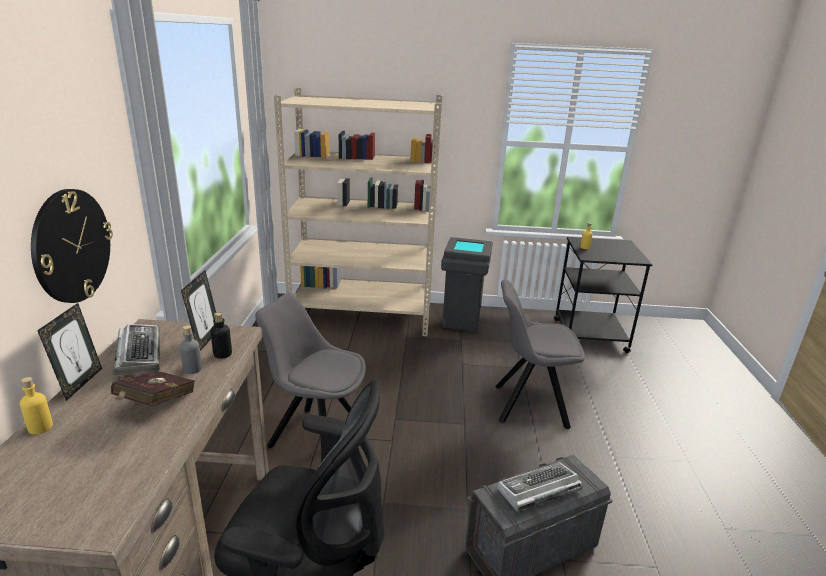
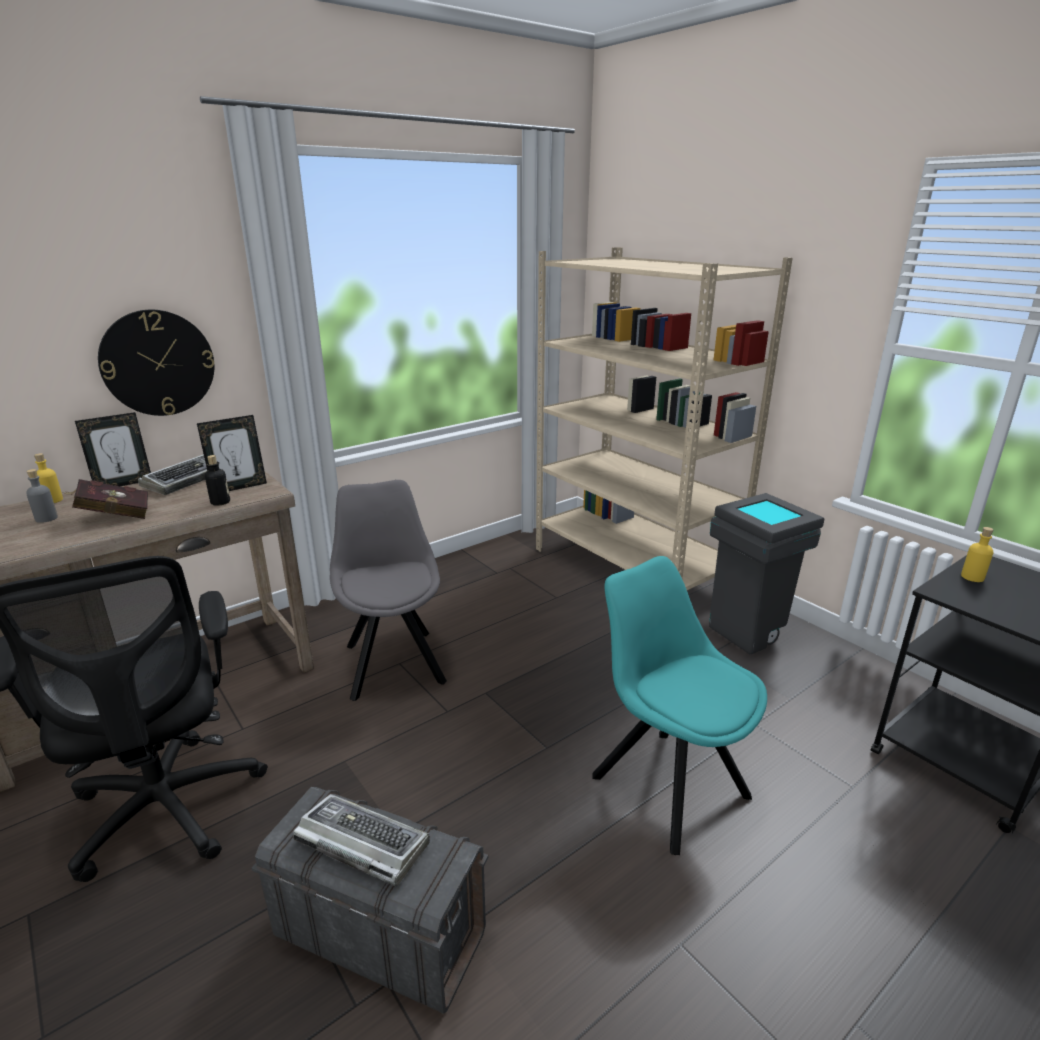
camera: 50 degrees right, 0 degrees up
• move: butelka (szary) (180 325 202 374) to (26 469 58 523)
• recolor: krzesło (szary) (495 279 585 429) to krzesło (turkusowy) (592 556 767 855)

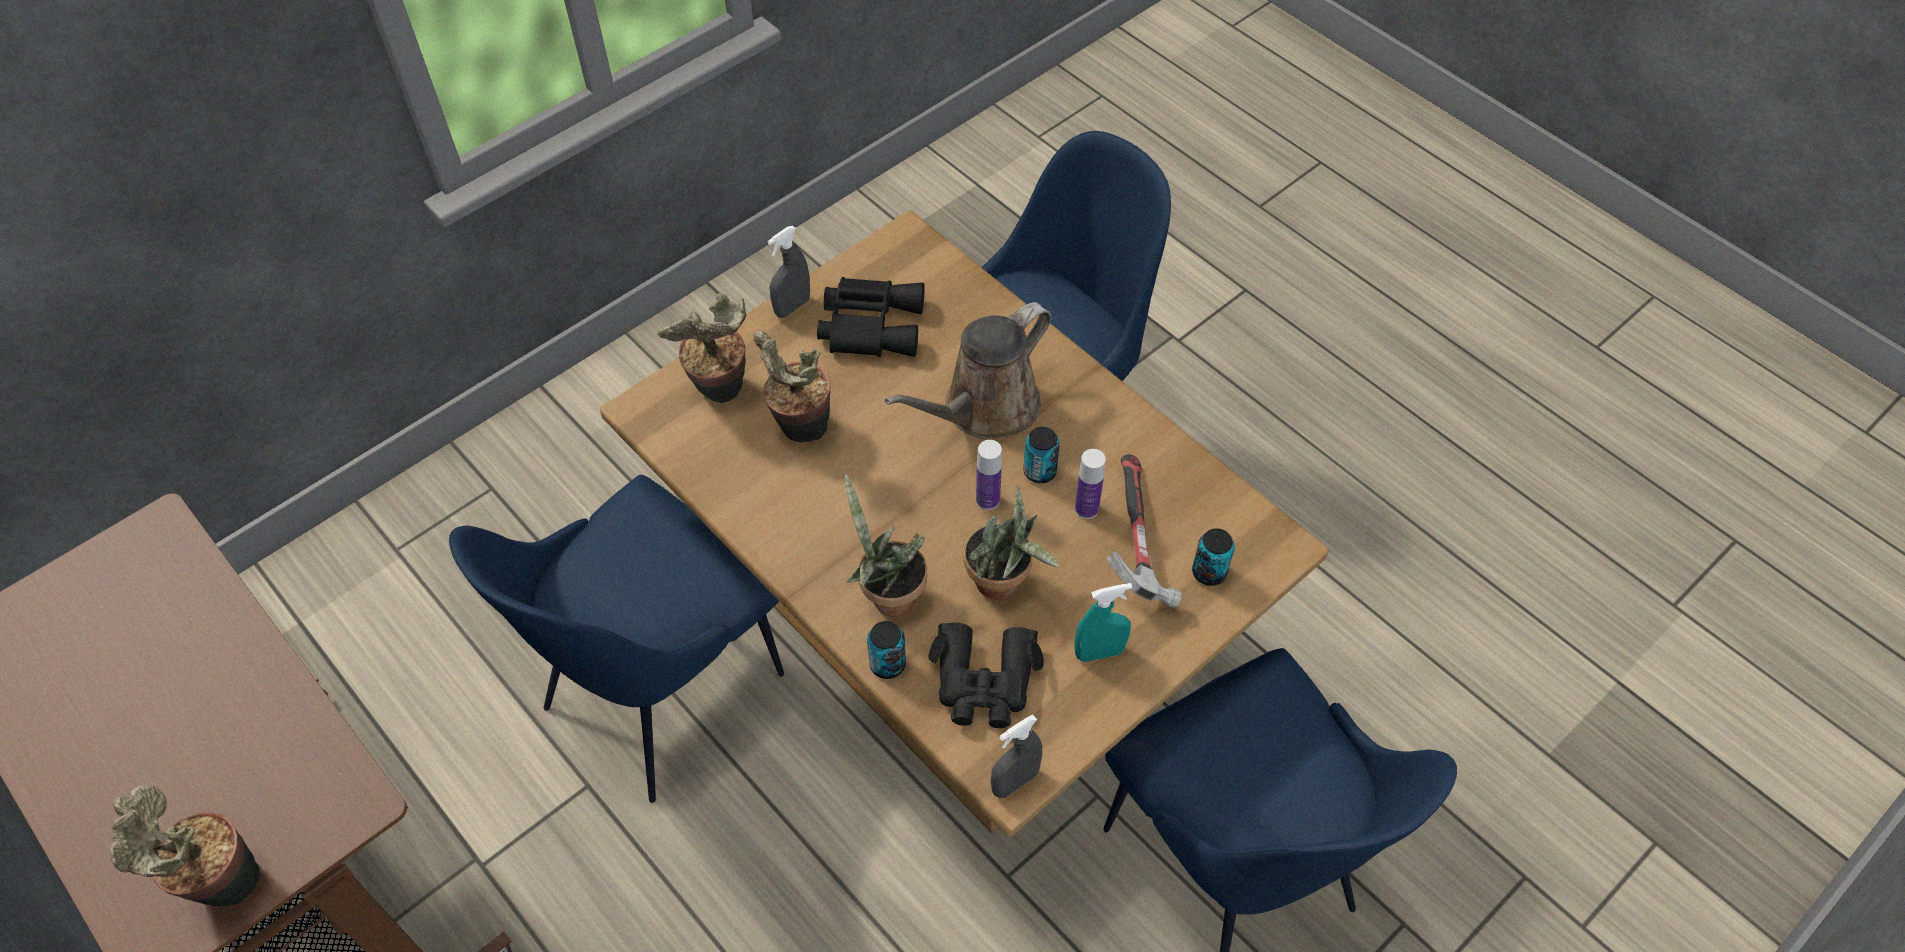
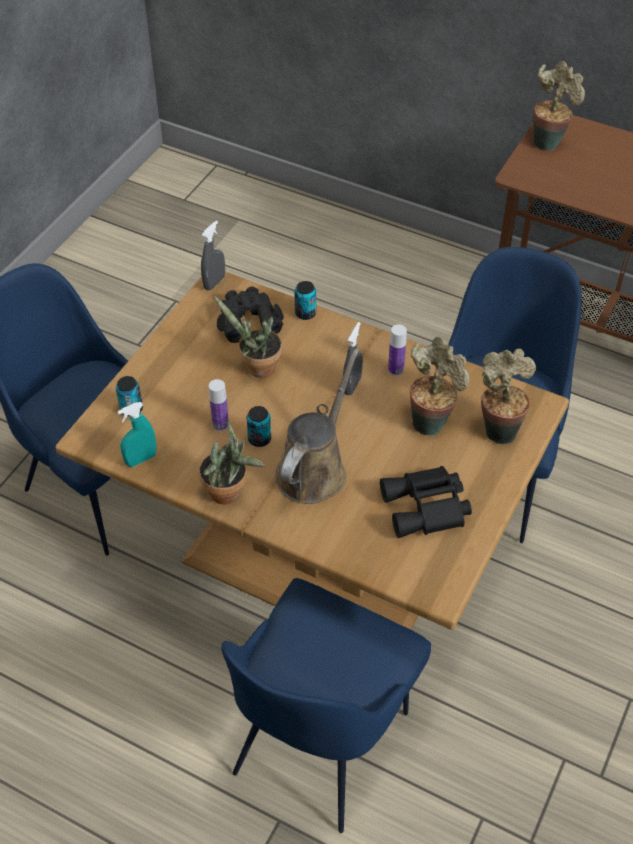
camera: 160 degrees right, 5 degrees down
• move: spryskiwacz (turkusowy) (1074 583 1132 662) to (117 402 156 467)
• move: roślina doniczkowa (845 474 927 617) to (199 422 265 505)
• move: spryskiwacz (szary) (767 226 810 318) to (343 322 363 395)
• move: butelka (976 440 1002 510) to (388 324 407 376)
• delete: młotek (1106 454 1182 608)

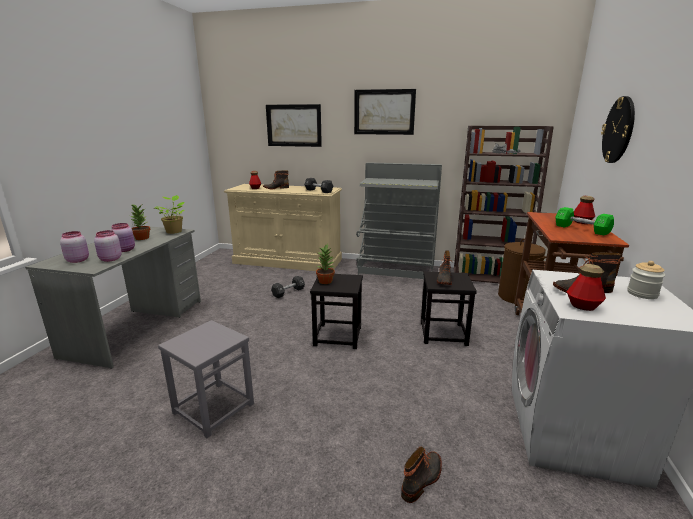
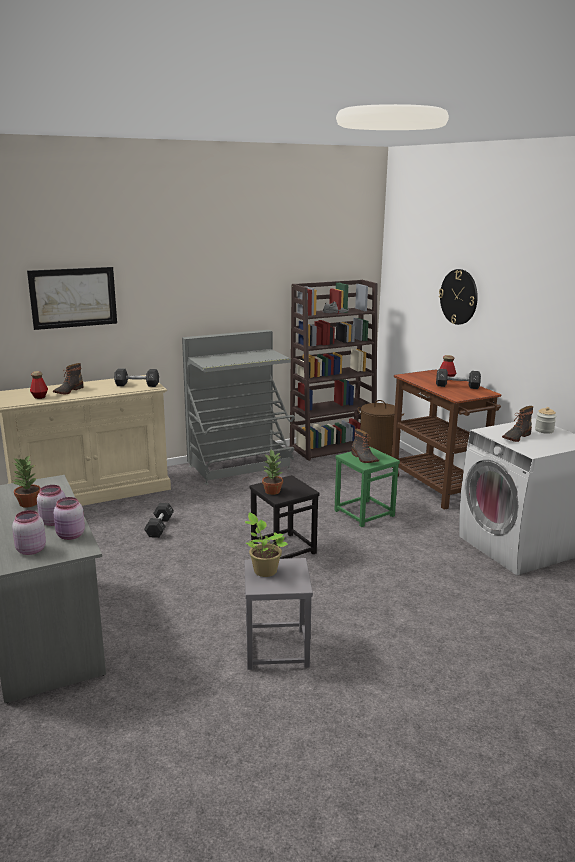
camera: 40 degrees left, 0 degrees up
• move: roślina doniczkowa (154 195 184 234) to (245 512 288 577)
• recolor: stołek (czarny) (421 272 477 346) to stołek (zielony) (334 447 400 527)
• recolor: hantel (zielony) (555 207 614 235) to hantel (czarny) (436 369 481 389)
• delete: obraz (354 89 416 135)
• delete: but z cholewką (401 447 442 503)
• delete: butelka (567 264 606 311)

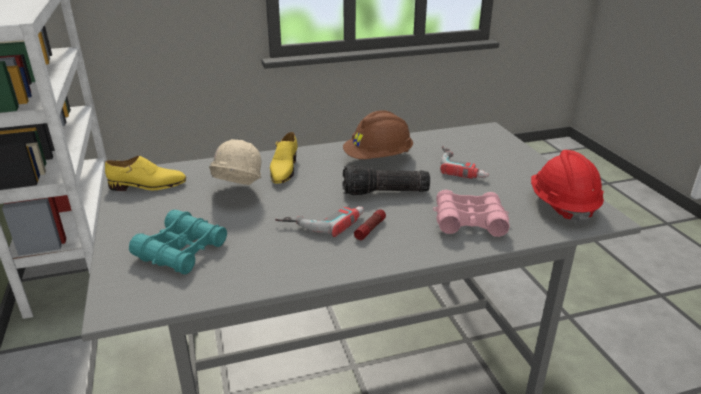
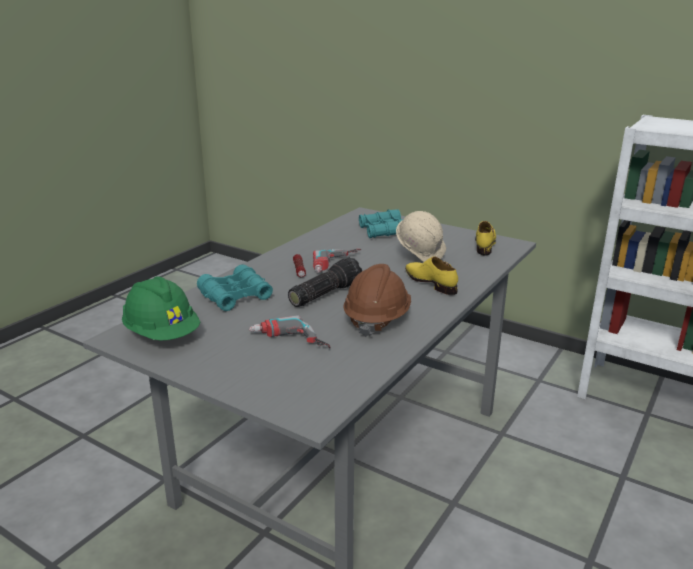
camera: 140 degrees right, 5 degrees down
• recolor: kask (czerwony) (531 150 604 226) to kask (zielony) (122 276 200 340)
• recolor: lornetka (różowy) (433 190 510 237) to lornetka (turkusowy) (197 264 273 311)
• rotate: but (żółty) (105 156 186 191) = (475 221 496 256) 150 degrees clockwise

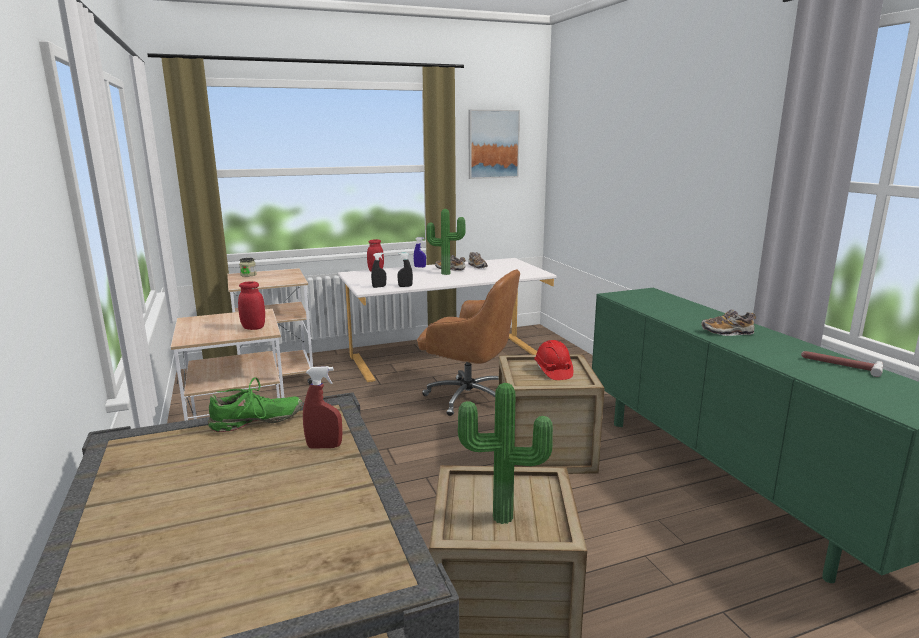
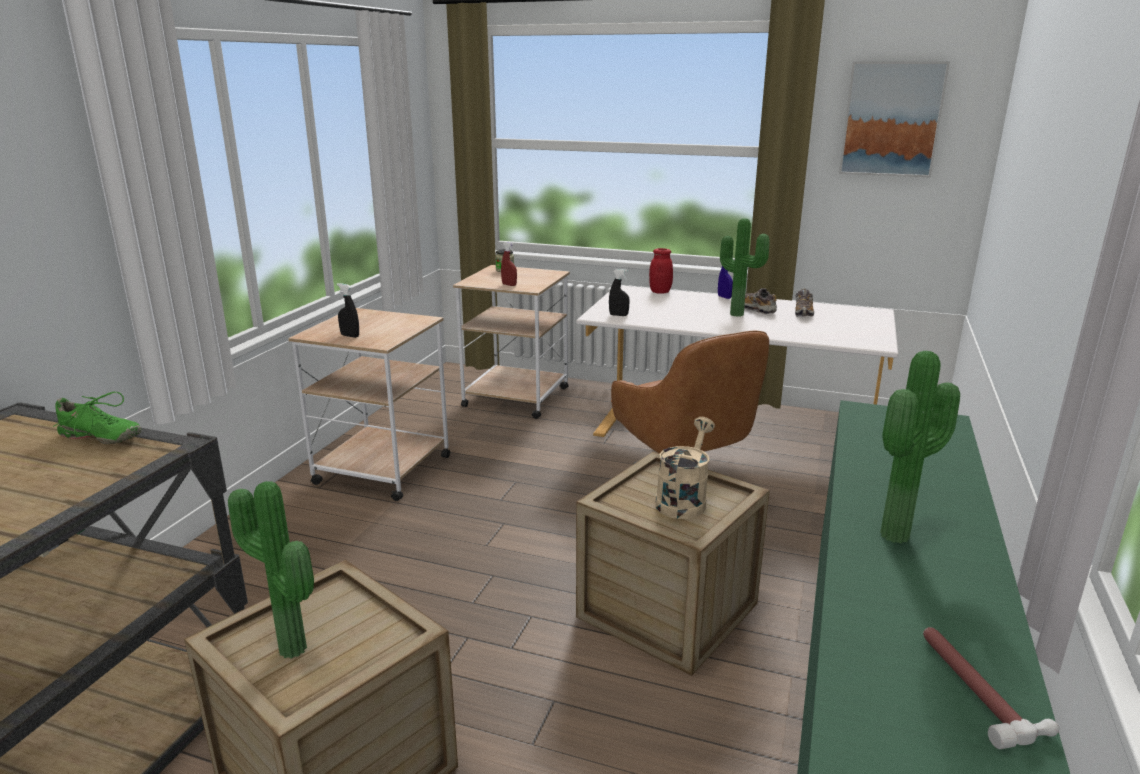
camera: 40 degrees right, 5 degrees up
• move: spryskiwacz (czarny) (397 253 413 287) to (337 283 359 338)
• move: spryskiwacz (czerwony) (303 366 342 449) to (501 242 517 286)
• replace: kask (czerwony) (534 340 573 380) to konewka (beżowy) (656 417 715 519)
• replace: but (701 309 756 336) to roślina doniczkowa (880 351 960 543)
• delete: słoik (czerwony) (238 282 265 330)

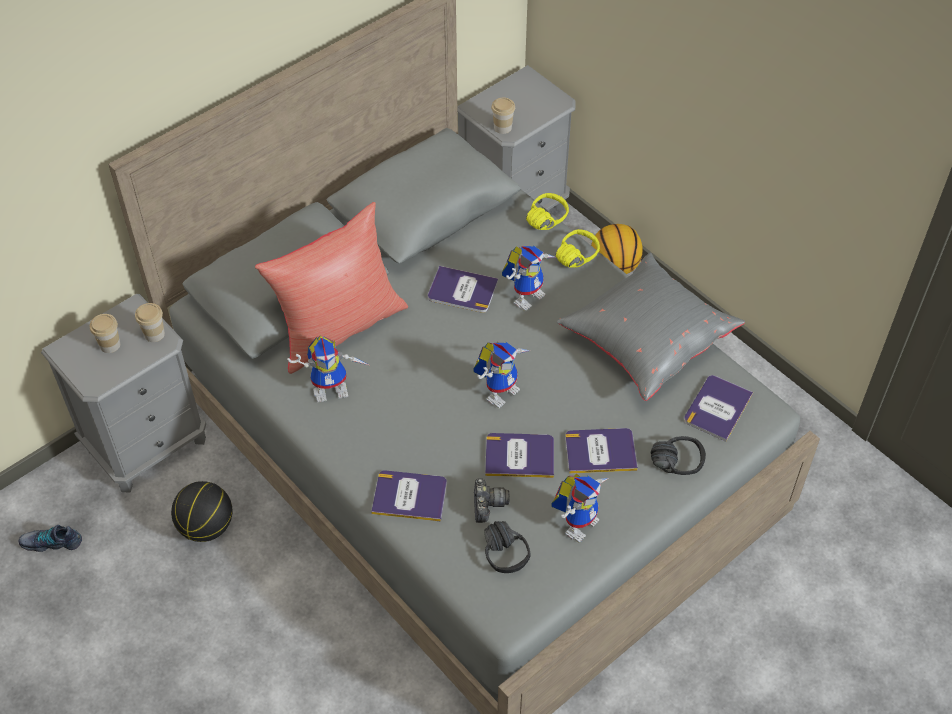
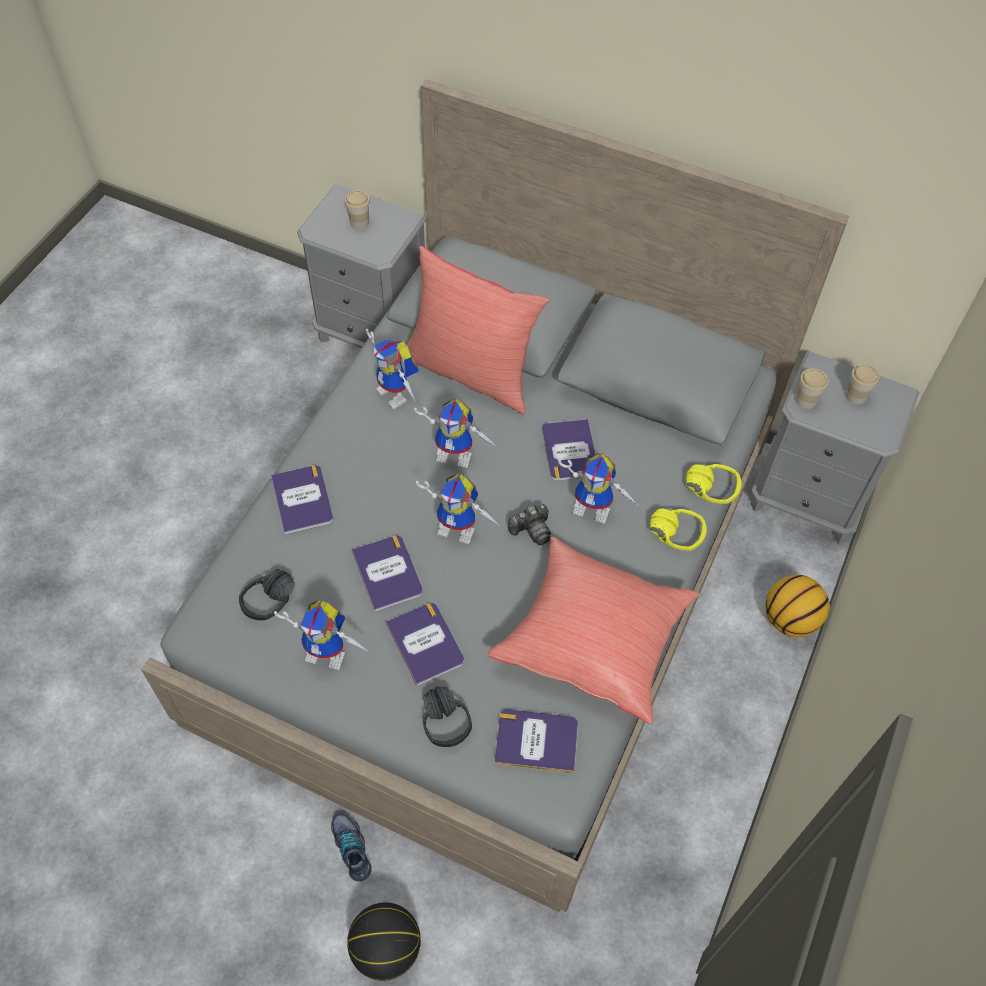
camera: 65 degrees right, 5 degrees up
• move: but (19 525 82 552) to (331 814 372 882)
• move: piłka do koszykówki (171 481 232 542) to (347 902 421 981)
• insert: robot zabawkowy (414 398 497 468)
• recolor: poduszka (szary) (557 253 745 401) to poduszka (czerwony) (488 537 700 724)
• move: aparat fotograficzny (474 478 510 523) to (508 504 551 545)
• move: filiżanka (135 303 165 342) to (846 364 880 404)

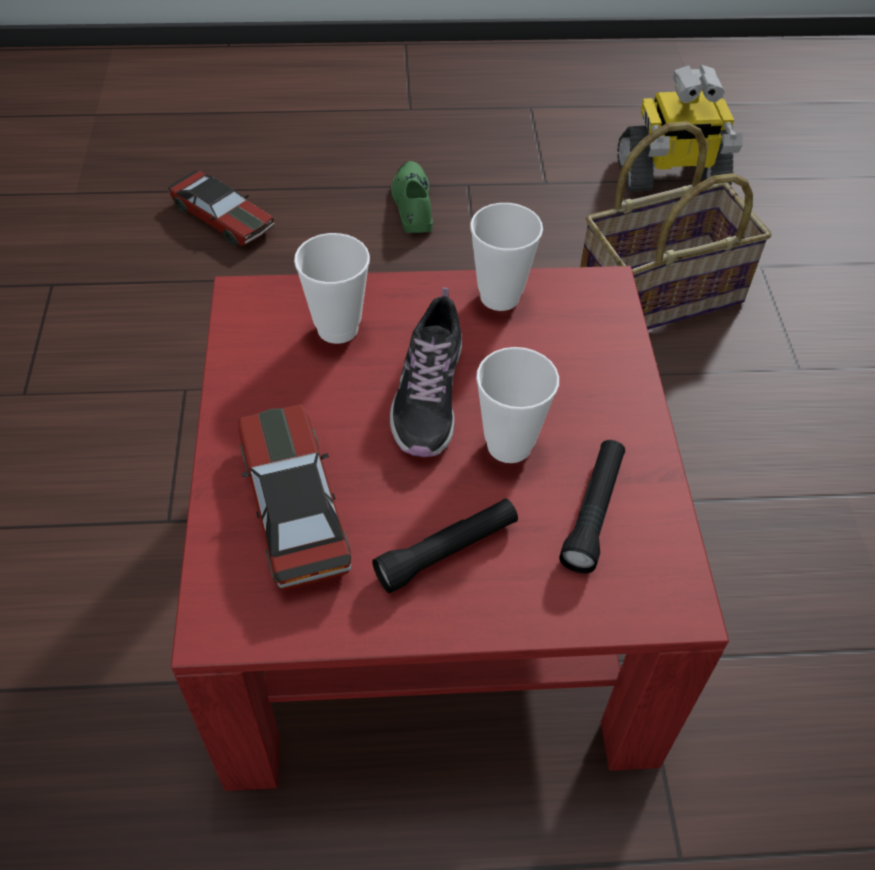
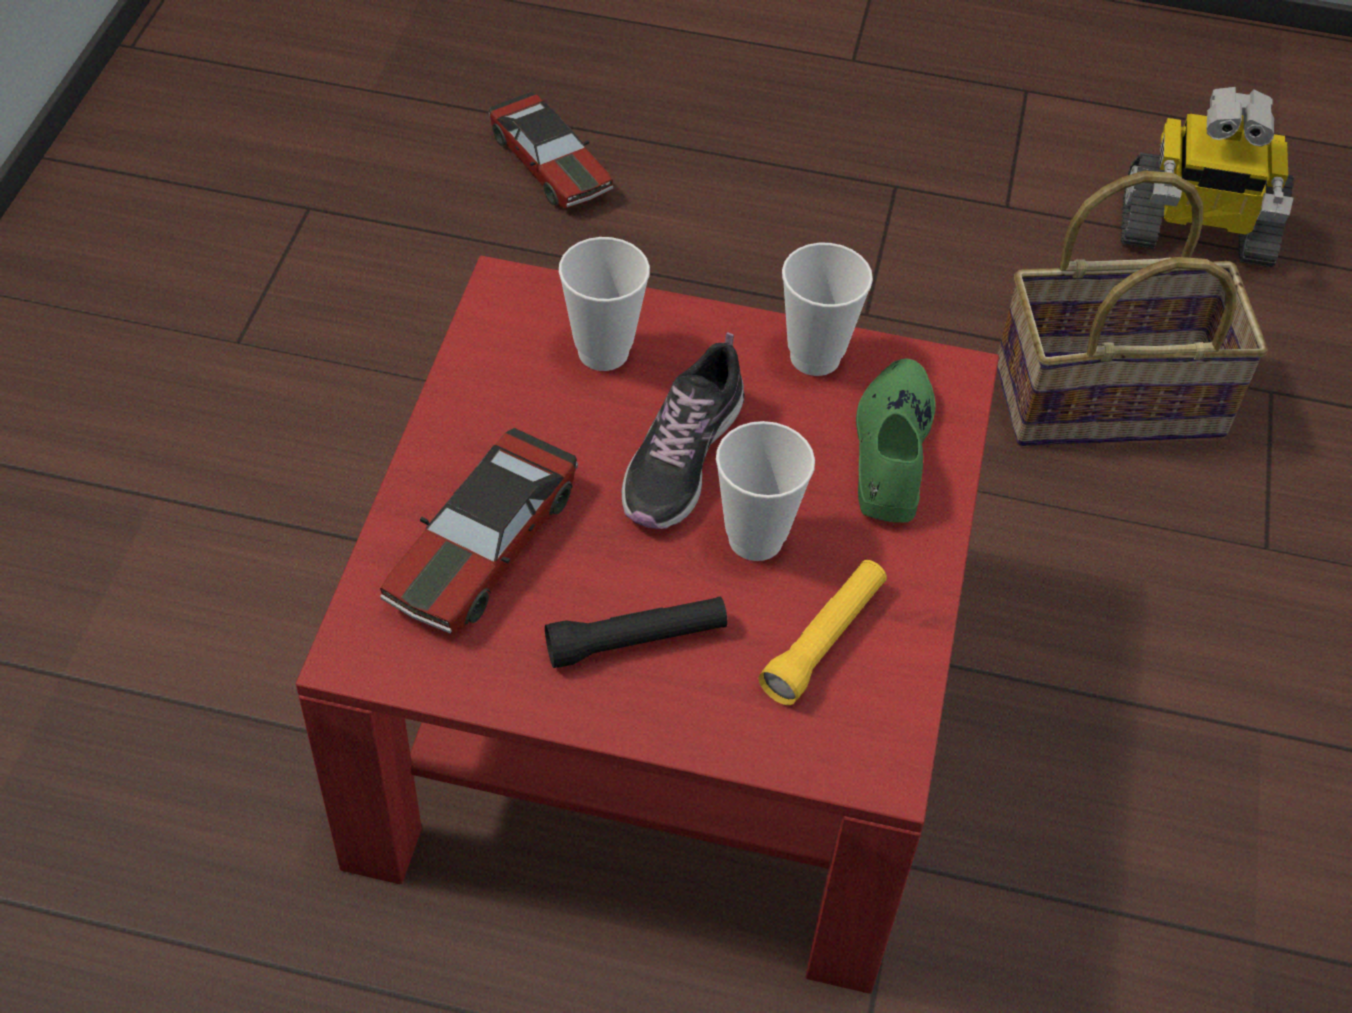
camera: 15 degrees right, 0 degrees up
• rotate: samochodzik (239 404 351 590) = (380 428 578 634) 150 degrees counterclockwise
• recolor: latarka (czarny) (559 440 625 573) to latarka (żółty) (758 560 887 705)
• move: but (zielony) (391 161 433 233) to (856 358 936 523)

